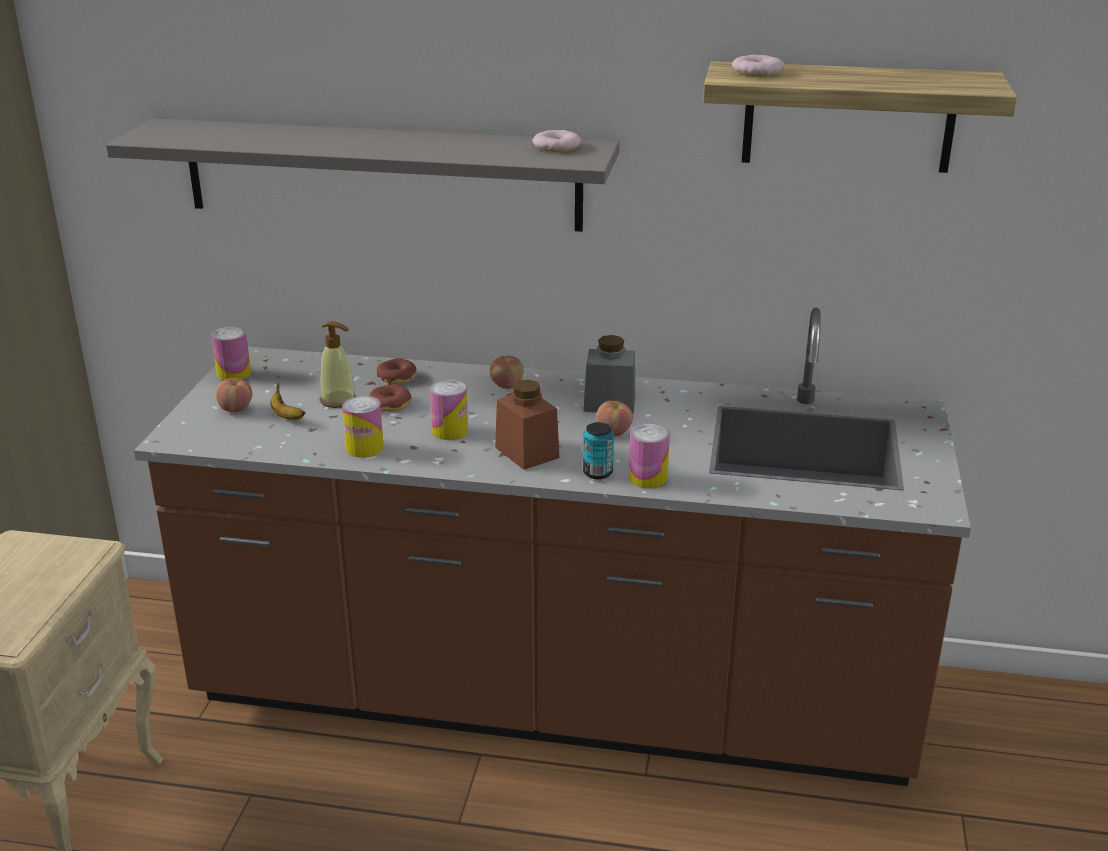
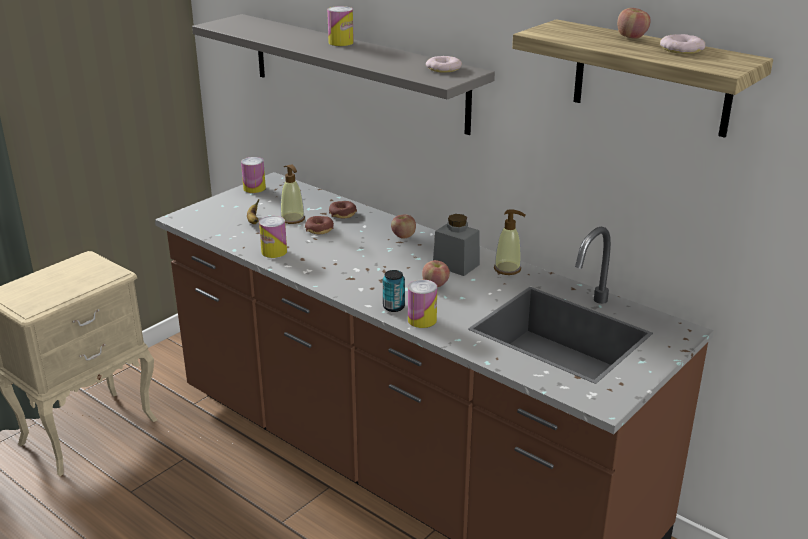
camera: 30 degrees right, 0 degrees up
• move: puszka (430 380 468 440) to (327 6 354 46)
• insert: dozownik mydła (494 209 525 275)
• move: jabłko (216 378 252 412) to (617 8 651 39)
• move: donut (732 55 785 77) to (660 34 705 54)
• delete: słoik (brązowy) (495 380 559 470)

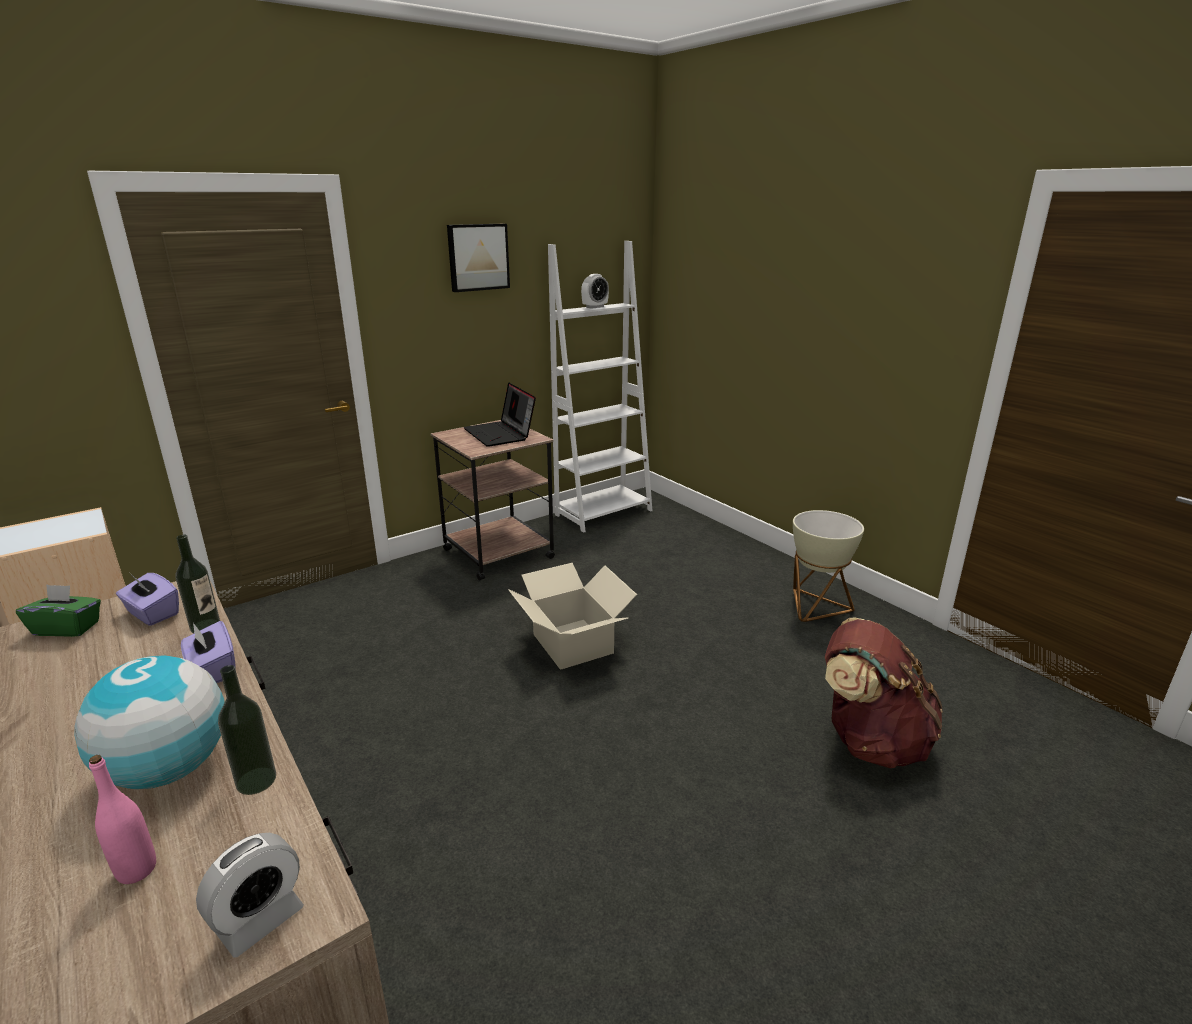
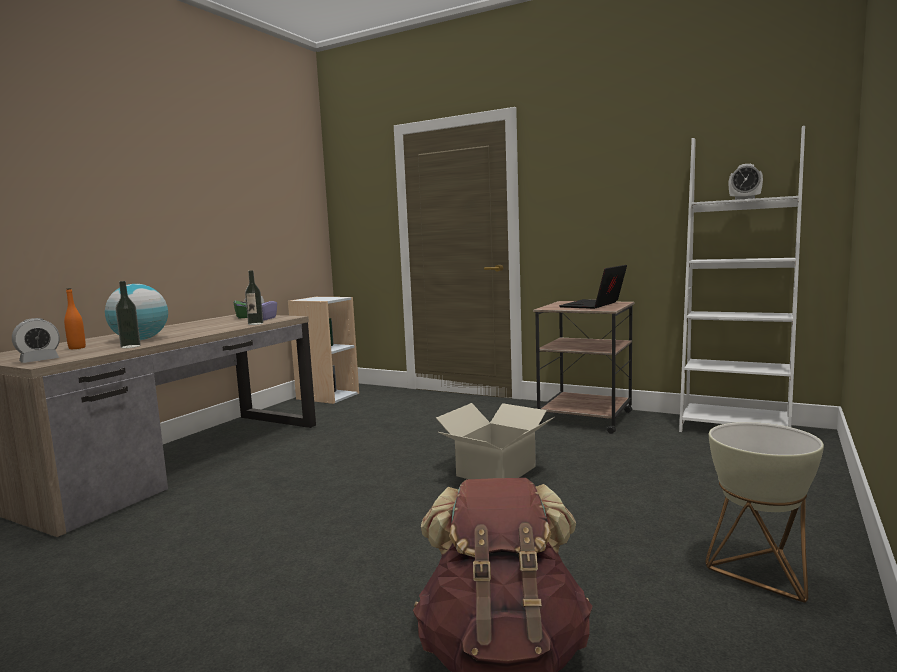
camera: 65 degrees right, 15 degrees down
• rotate: budzik (196 833 304 958) = (12 318 60 363) 60 degrees counterclockwise
• recolor: butelka (różowy) (89 755 156 884) to butelka (pomarańczowy) (64 288 86 349)
• delete: pudełko chusteczek (fioletowy) (181 621 236 683)
• delete: obraz (447 224 510 292)

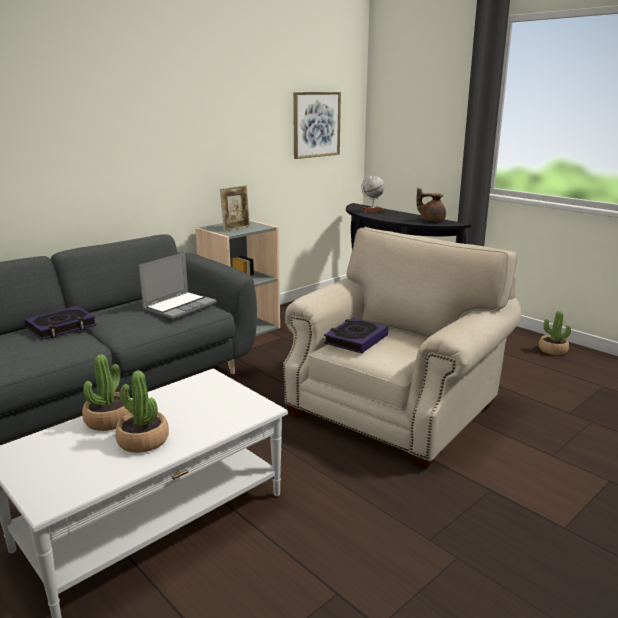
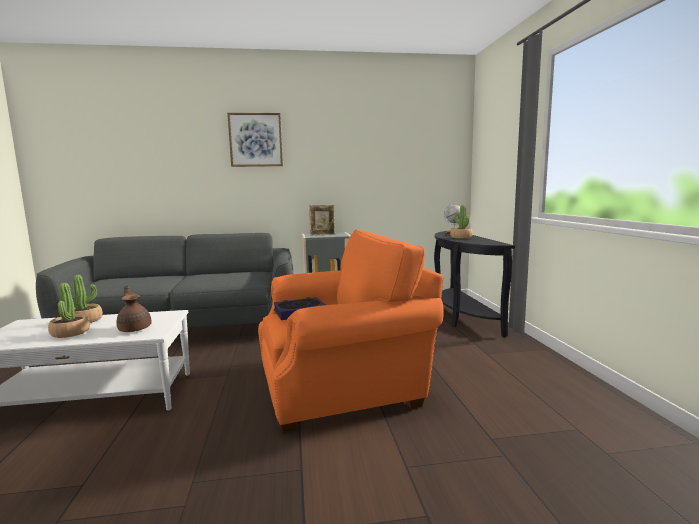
camera: 35 degrees right, 10 degrees down
• move: imbryk (brązowy) (416 188 446 221) to (116 285 152 332)
• move: obraz (293 92 341 159) to (227 113 283 167)
• recolor: fotel (beżowy) (283 228 521 469) to fotel (pomarańczowy) (258 229 444 433)
• move: roślina doniczkowa (539 311 571 355) to (450 205 473 239)
• delete: książka (24 306 97 340)
• delete: laptop (139 252 217 320)

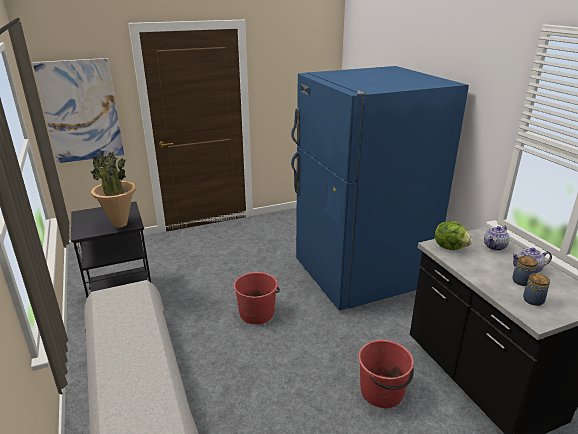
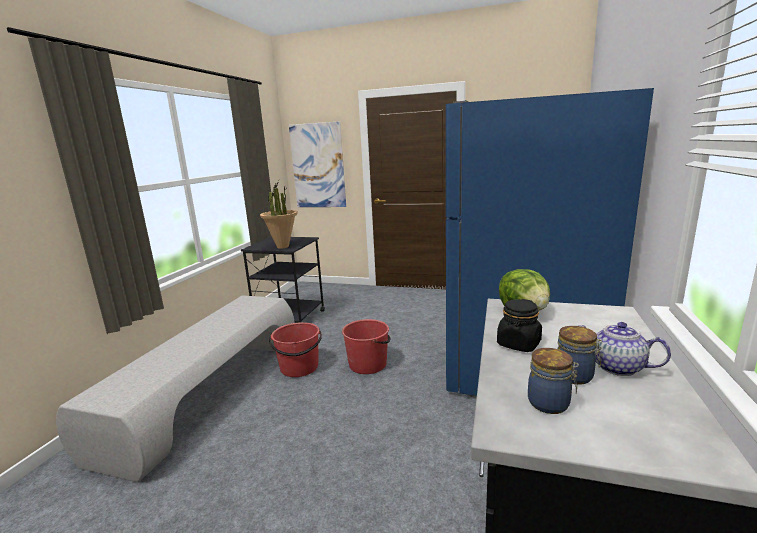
camera: 40 degrees right, 10 degrees down
• move: wiadro (czerwony) (358 340 414 408) to (269 322 322 377)
• insert: słoik (czarny) (497 299 542 352)
• delete: imbryk (484 225 510 251)

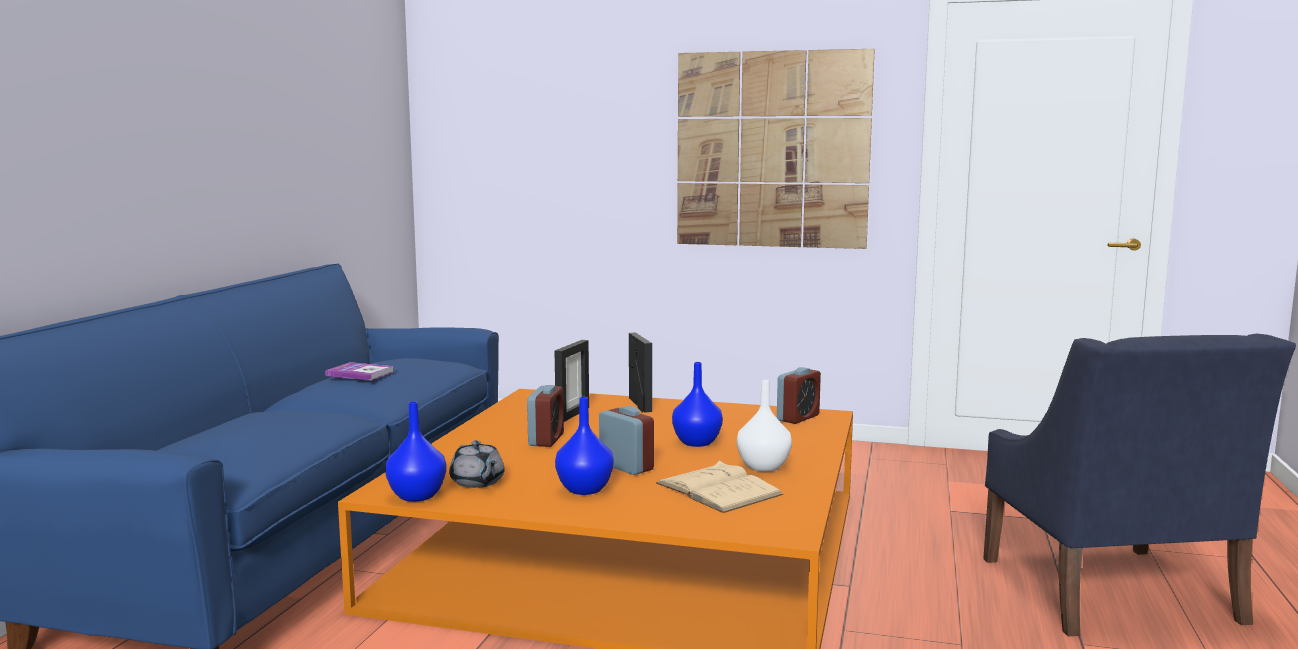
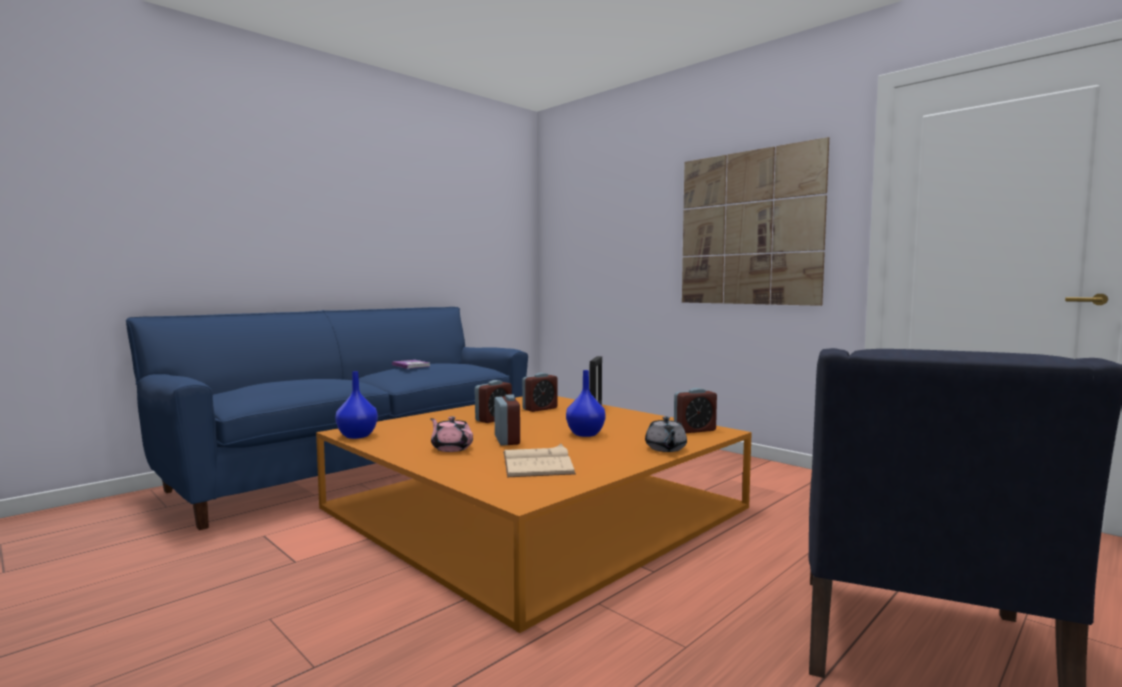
camera: 30 degrees right, 5 degrees down
• replace: wazon (niebieski) (555 397 614 495) to imbryk (różowy) (430 416 473 452)
• replace: ramka na zdjęcie (555 340 589 422) to budzik (522 373 558 412)
• move: imbryk (szary) (449 440 505 488) to (645 416 687 452)
• delete: wazon (biały) (737 380 792 472)

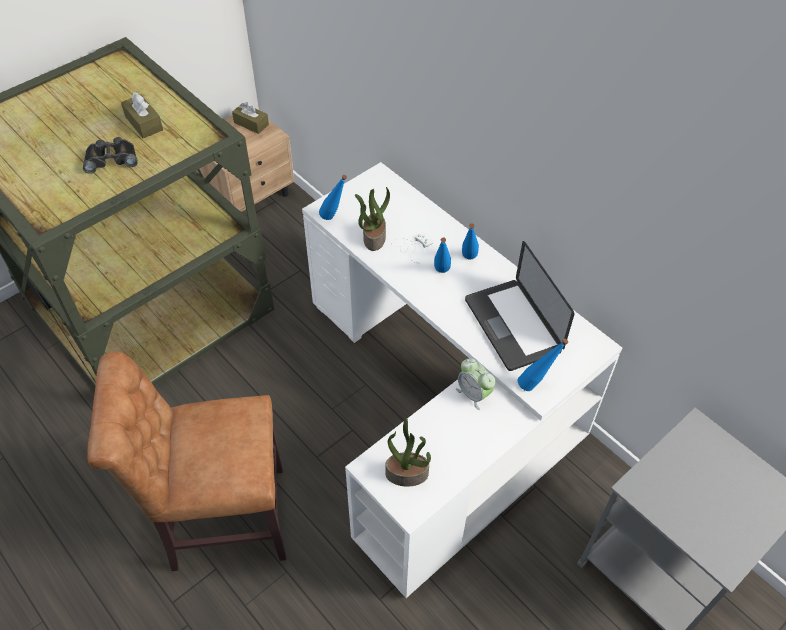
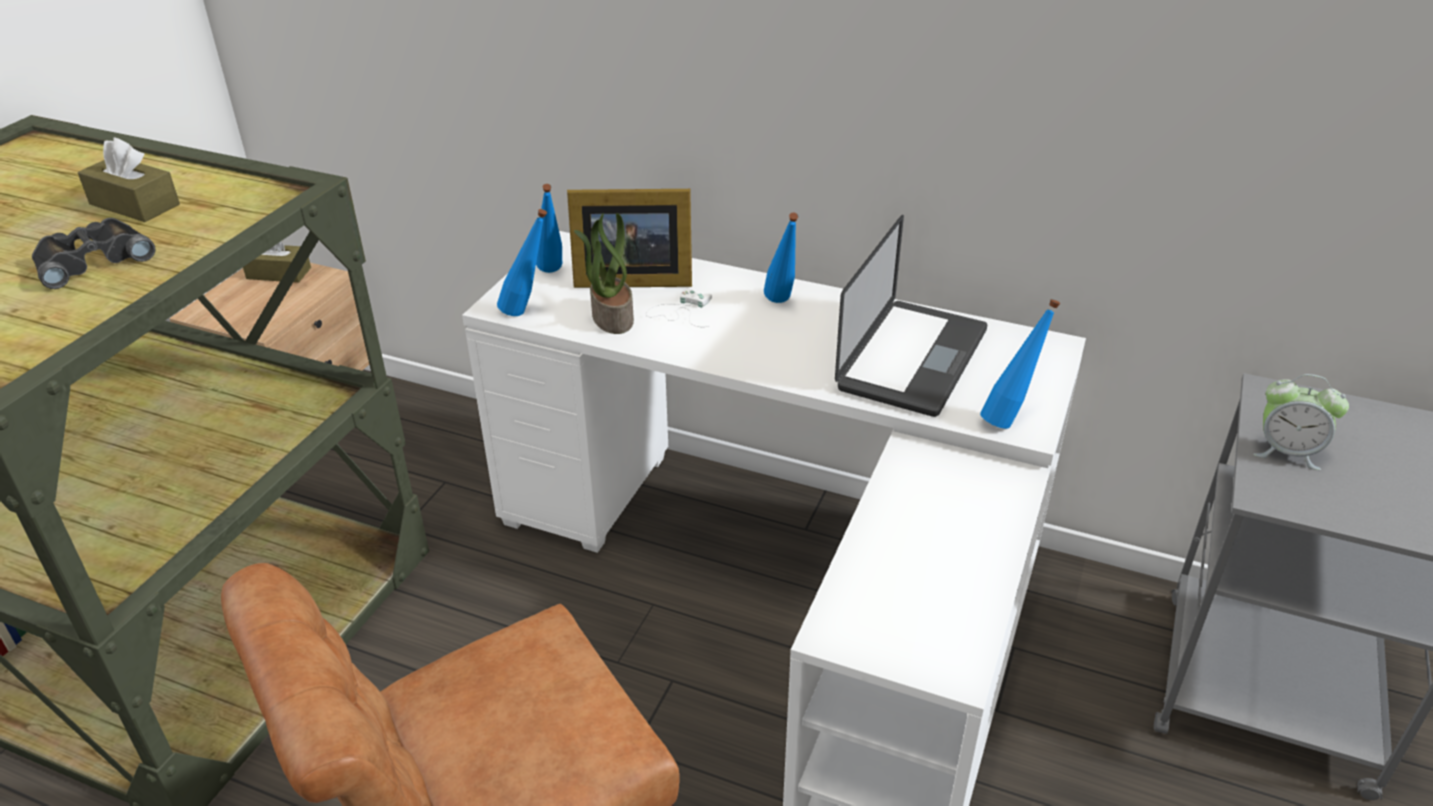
camera: 25 degrees left, 15 degrees down
• move: butelka (niebieski) (434 237 451 273) to (536 184 562 273)
• insert: ramka na zdjęcie (567 189 692 288)
• rotate: laptop (465 241 574 371) = (835 215 987 417) 105 degrees counterclockwise
• move: budzik (456 358 495 410) to (1253 374 1349 470)
• delete: roślina doniczkowa (385 418 431 486)

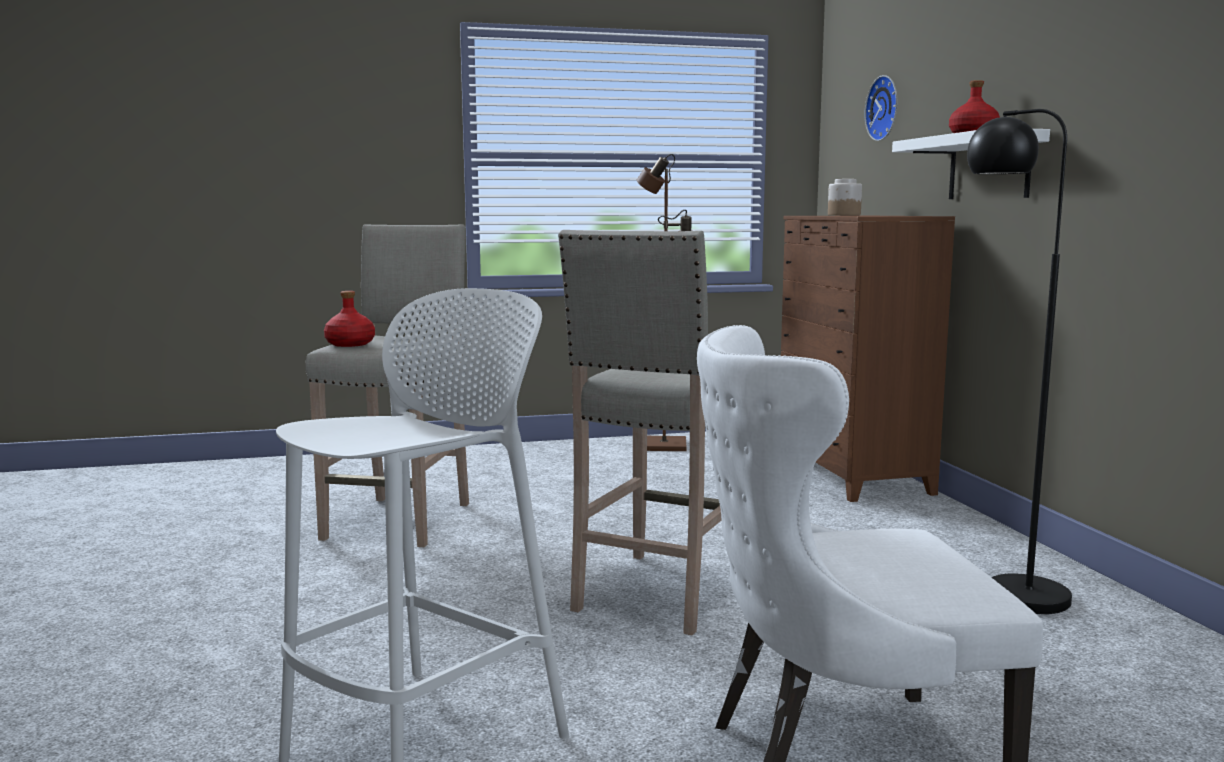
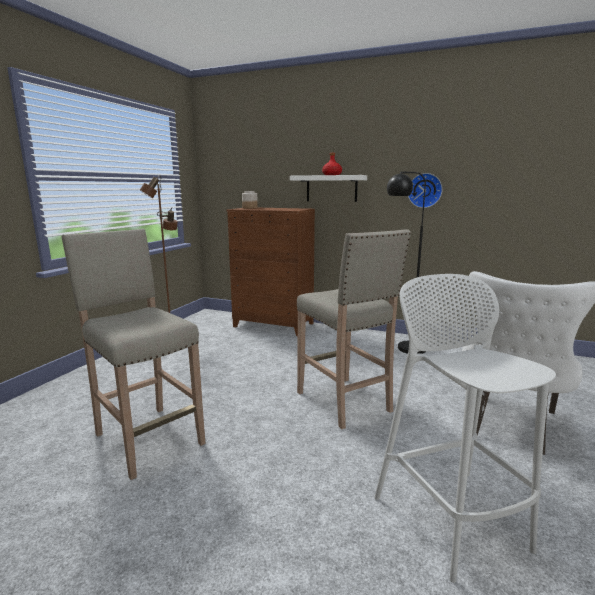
camera: 55 degrees left, 5 degrees up
• move: zegar ścienny (865 75 898 141) to (408 173 443 208)
• delete: butelka (czerwony) (324 291 375 347)

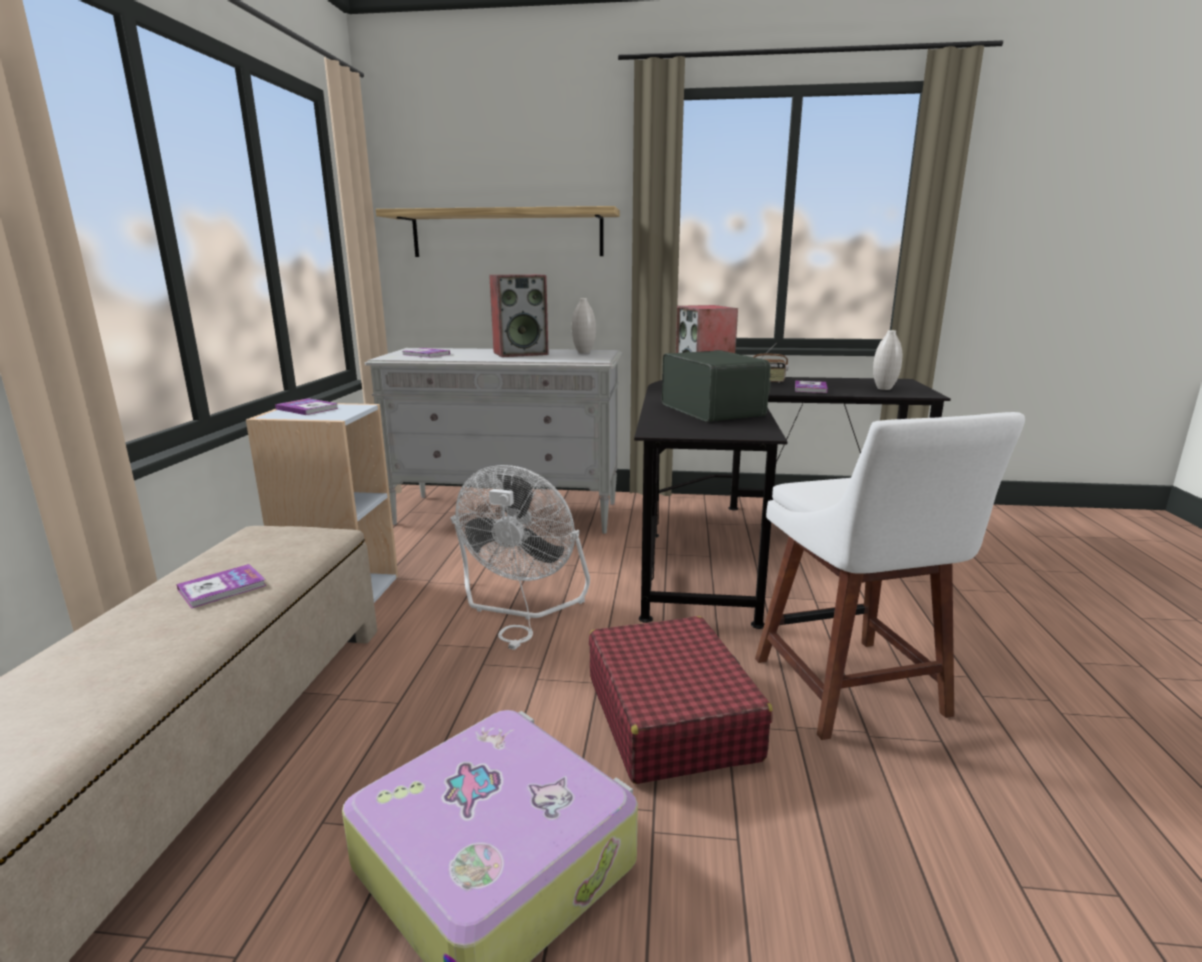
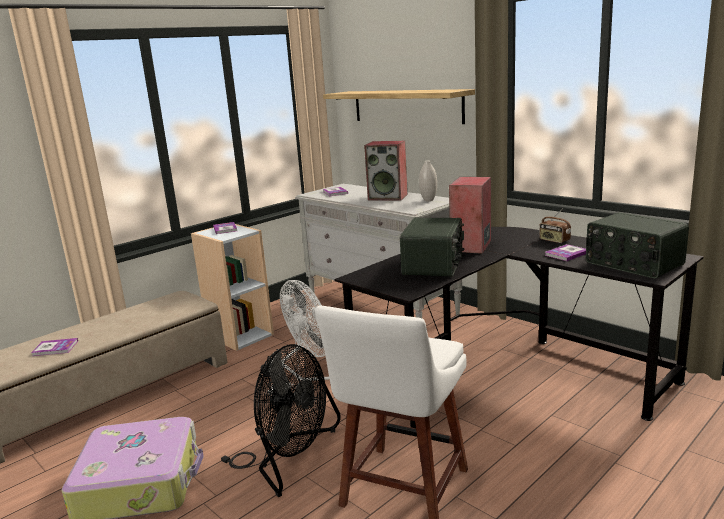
camera: 40 degrees right, 0 degrees up
• move: książka (176 564 266 609) to (31 338 78 356)
• replace: walizka (czerwony) (589 616 773 784) to wentylator (czarny) (221 344 341 498)
• replace: wazon (biały) (873 330 903 390) to radio (586 212 689 278)

